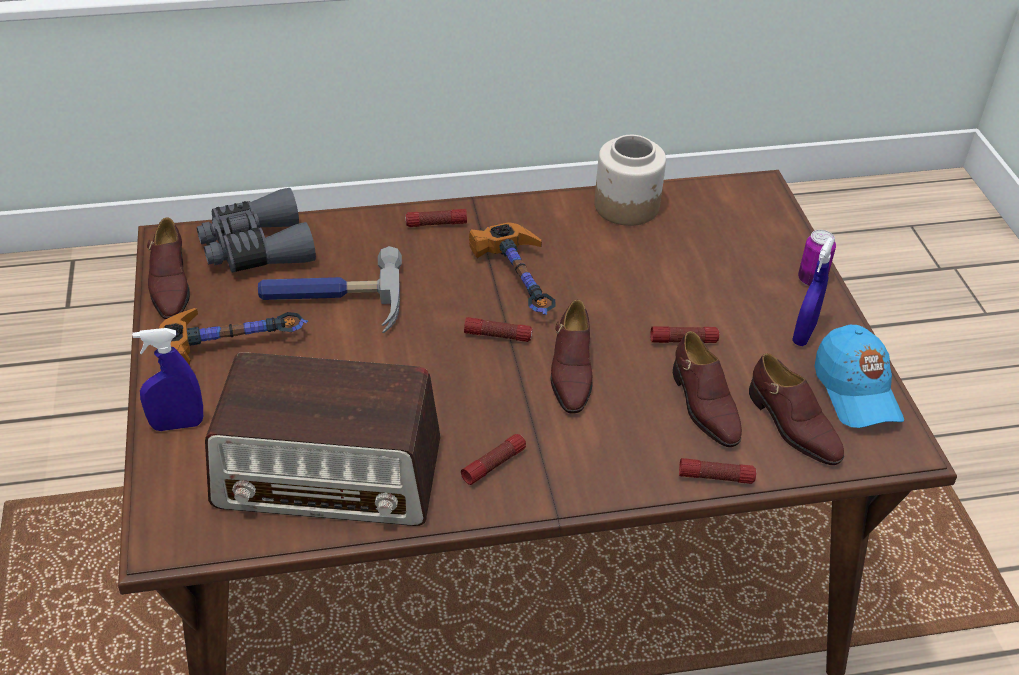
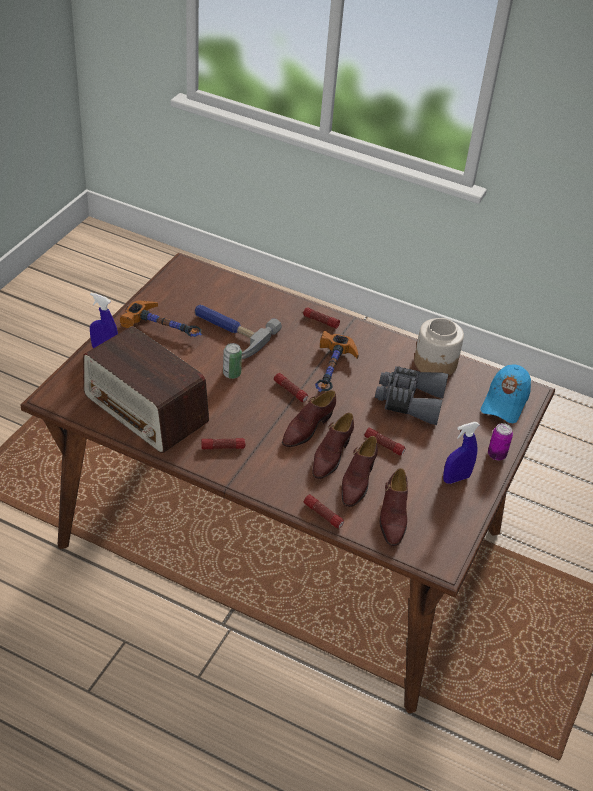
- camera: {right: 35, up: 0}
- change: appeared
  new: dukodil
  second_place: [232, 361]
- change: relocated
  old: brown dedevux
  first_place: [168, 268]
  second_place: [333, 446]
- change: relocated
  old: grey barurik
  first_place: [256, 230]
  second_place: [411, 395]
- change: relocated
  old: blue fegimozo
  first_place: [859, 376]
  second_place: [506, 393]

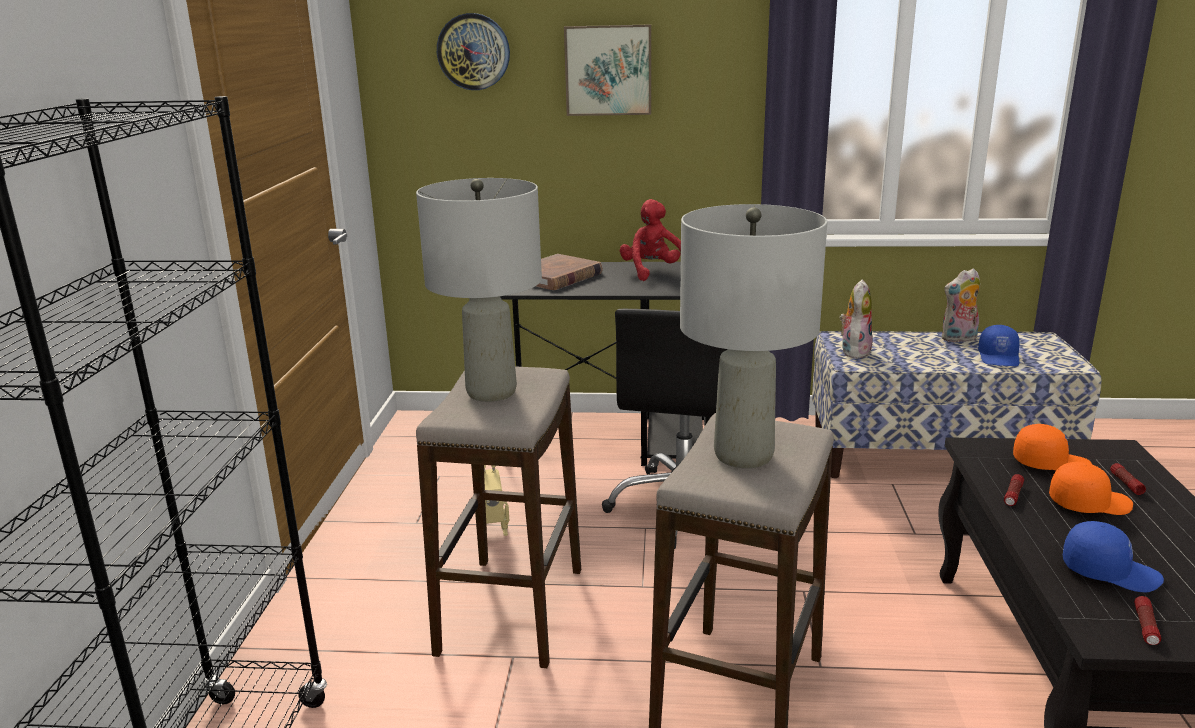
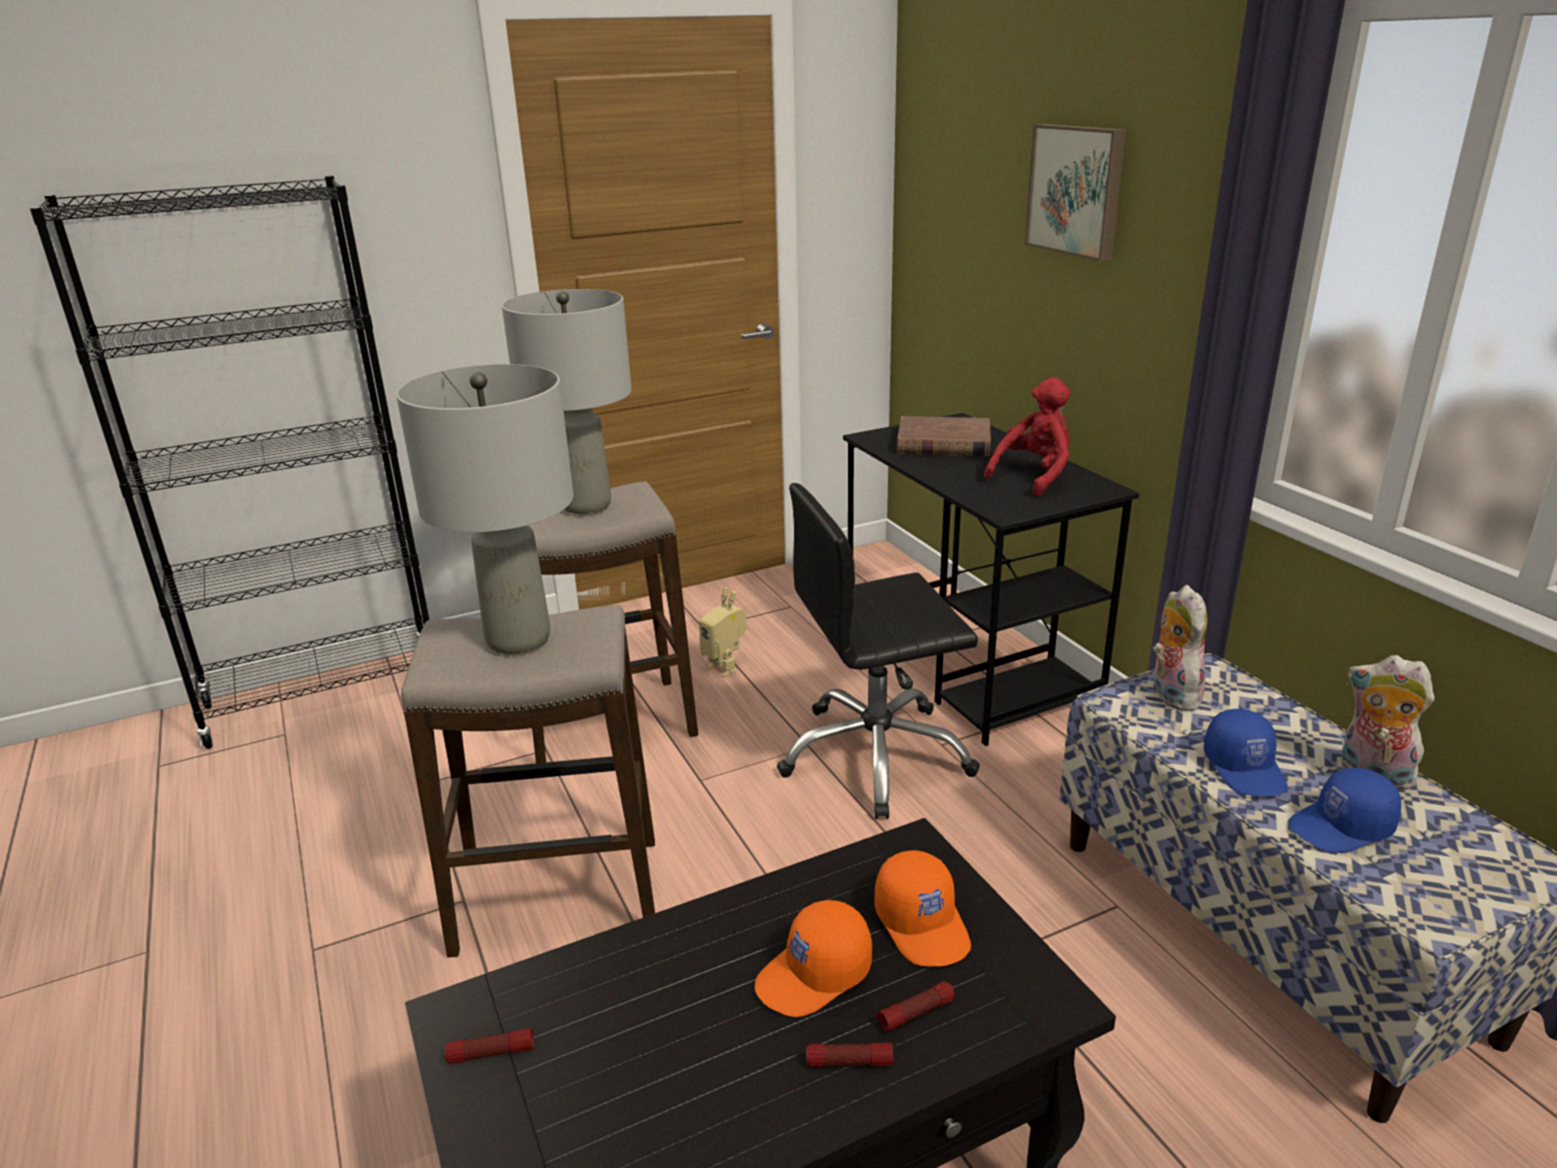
- camera: {right: 60, up: 5}
- change: spun
  old: orange fegimozo
  first_place: [1091, 488]
  second_place: [813, 958]
  degrees: 90
- change: relocated
  old: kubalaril
  first_place: [1014, 490]
  second_place: [849, 1055]
- change: spun
  old: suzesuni
  first_place: [856, 318]
  second_place: [1180, 648]
  degrees: -90
- change: relocated
  old: blue fegimozo
  first_place: [1113, 556]
  second_place: [1246, 752]
- change: missing
  old: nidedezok
  first_place: [473, 51]

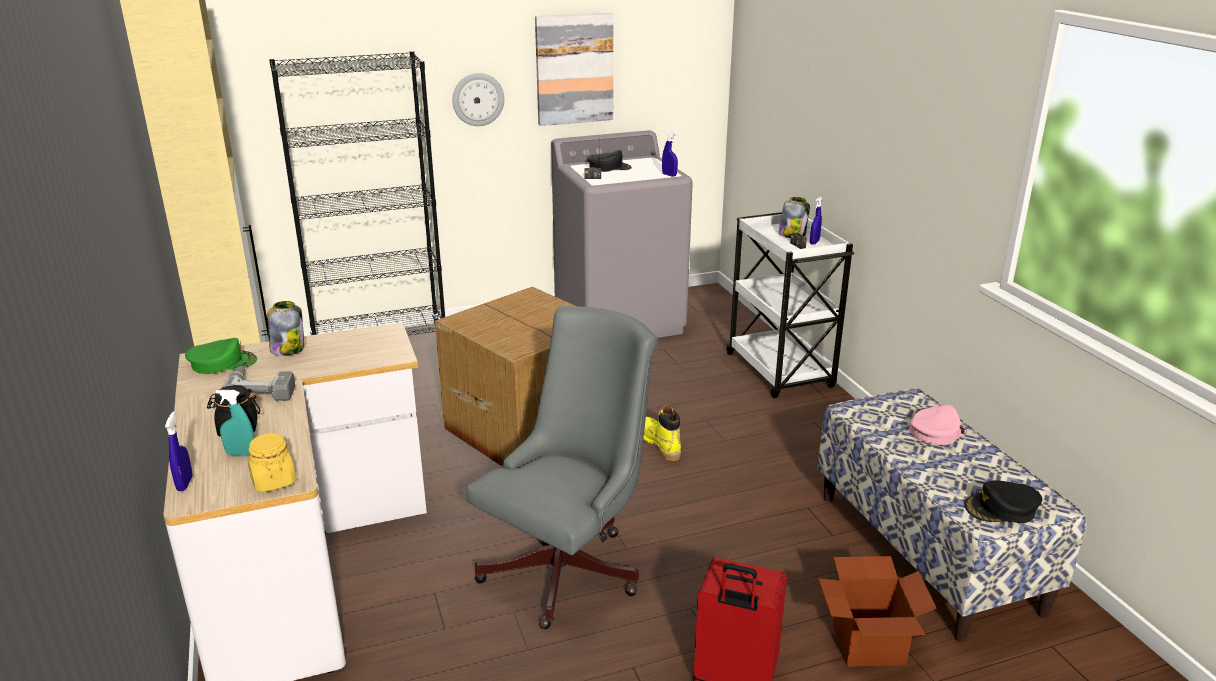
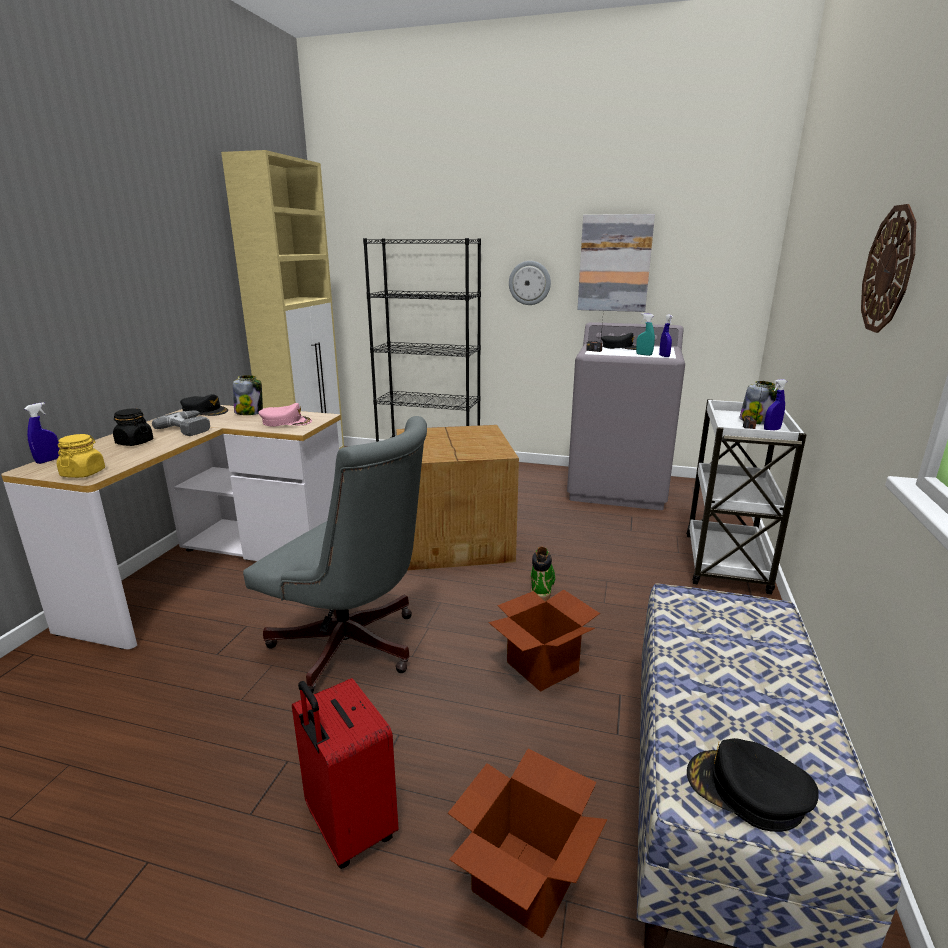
- camera: {right: 35, up: -5}
- change: colour
  old: green fegimozo
  new: black fegimozo
  first_place: [221, 356]
  second_place: [204, 405]
- change: spun
  old: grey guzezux
  first_place: [562, 467]
  second_place: [335, 554]
  degrees: 45
- change: relocated
  old: pink fegimozo
  first_place: [938, 425]
  second_place: [285, 415]
- change: appeared
  new: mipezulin
  second_place: [544, 640]
- change: colour
  old: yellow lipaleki
  new: green lipaleki
  first_place: [662, 433]
  second_place: [543, 574]
- change: relocated
  old: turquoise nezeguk
  first_place: [235, 422]
  second_place: [645, 334]
- change: appeared
  new: nidedezok
  second_place: [888, 268]

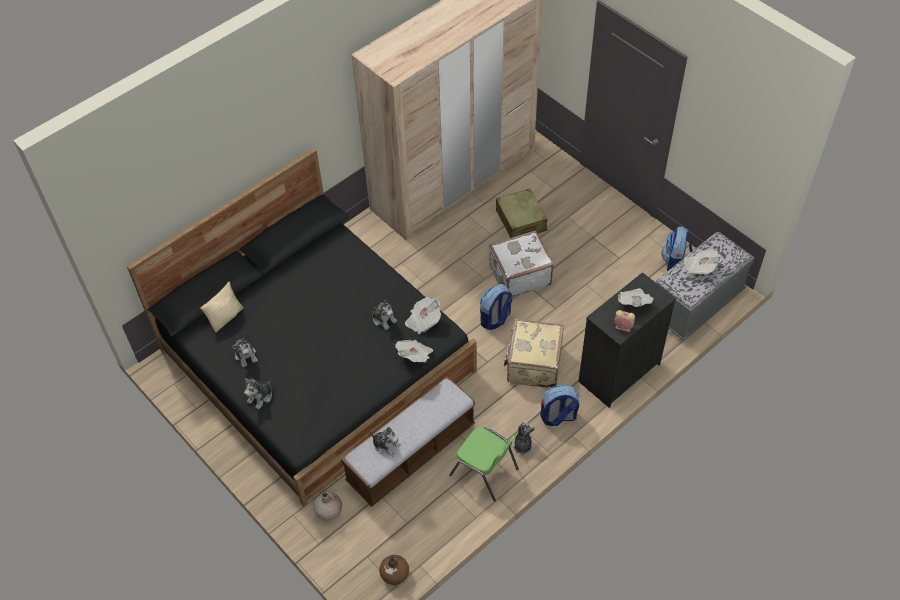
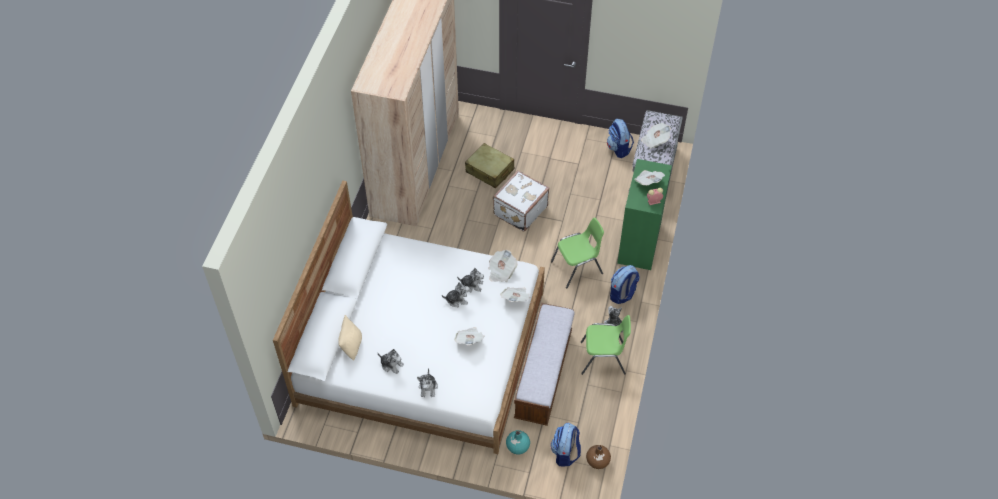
- camera: {right: -35, up: 0}
- change: colour
  old: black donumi
  new: white donumi
  first_place: [302, 327]
  second_place: [409, 317]
- change: relocated
  old: suzesuni
  first_place: [385, 441]
  second_place: [455, 294]
- change: appeared
  new: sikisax
  second_place: [469, 336]
- change: colour
  old: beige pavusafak
  new: turquoise pavusafak
  first_place: [327, 506]
  second_place: [518, 442]
- change: exchanged
  old: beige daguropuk
  new: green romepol
  first_place: [534, 353]
  second_place: [577, 253]
- change: relocated
  old: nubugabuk
  first_place: [496, 307]
  second_place: [566, 444]
- change: colour
  old: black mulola
  new: green mulola
  first_place: [627, 340]
  second_place: [644, 214]

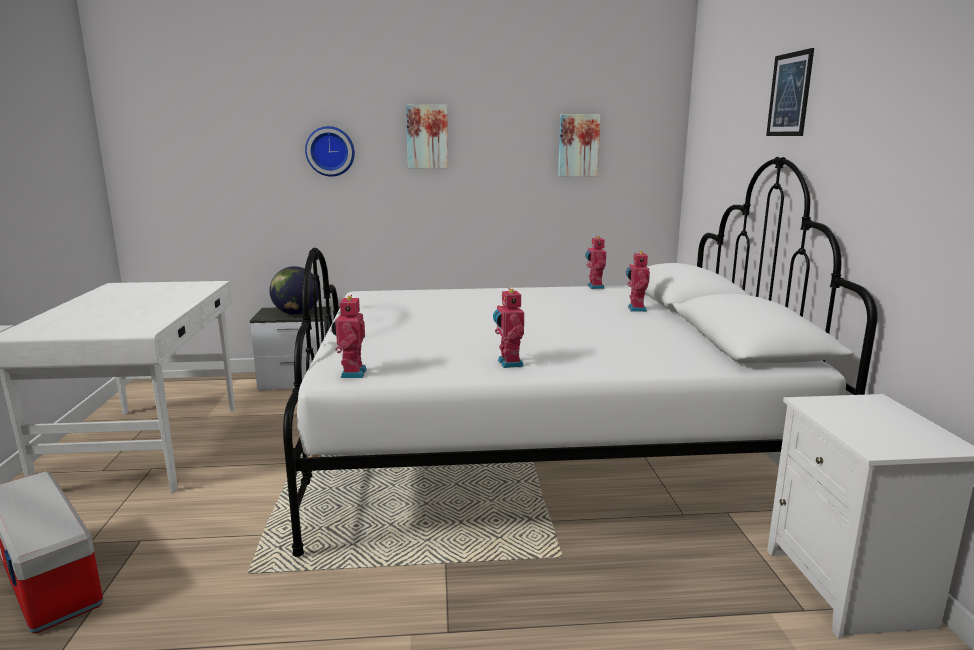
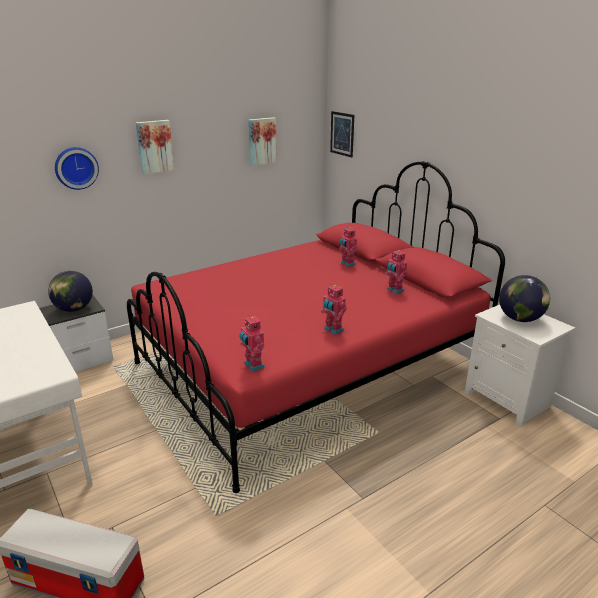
- camera: {right: -30, up: 10}
- change: colour
  old: white donumi
  new: red donumi
  first_place: [580, 357]
  second_place: [316, 327]
- change: relocated
  old: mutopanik
  first_place: [790, 92]
  second_place: [342, 134]
- change: relocated
  old: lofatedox
  first_place: [595, 262]
  second_place: [396, 272]
- change: appeared
  new: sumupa
  second_place: [524, 298]

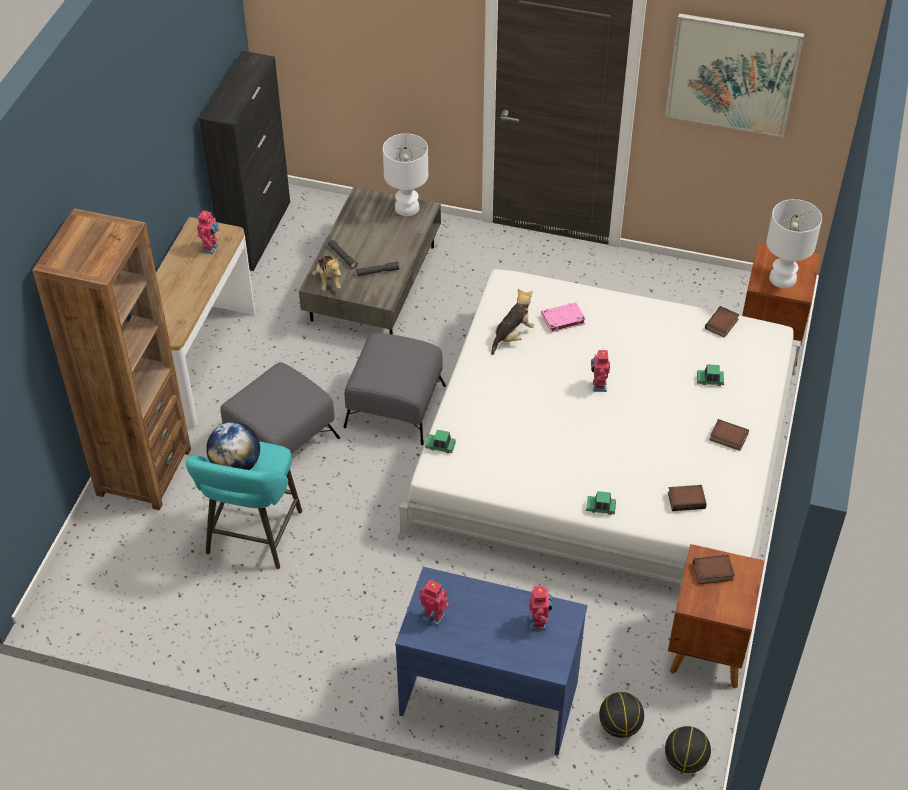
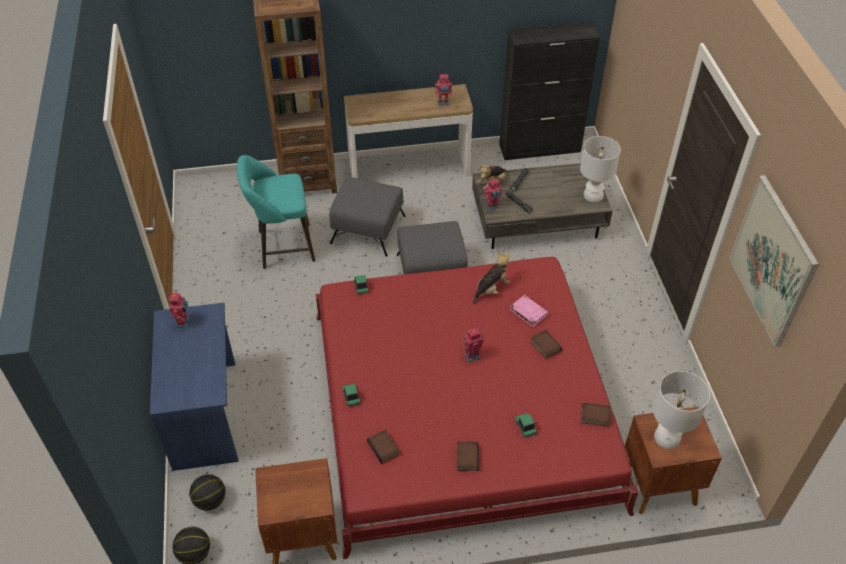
- camera: {right: 65, up: 0}
- change: colour
  old: white donumi
  new: red donumi
  first_place: [599, 426]
  second_place: [477, 408]
- change: spun
  old: suzesuni
  first_place: [512, 322]
  second_place: [491, 278]
  degrees: -60
- change: relocated
  old: lofatedox
  first_place: [540, 607]
  second_place: [493, 194]
- change: relocated
  old: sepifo
  first_place: [714, 569]
  second_place: [546, 344]
- change: missing
  old: sumupa
  first_place: [233, 446]

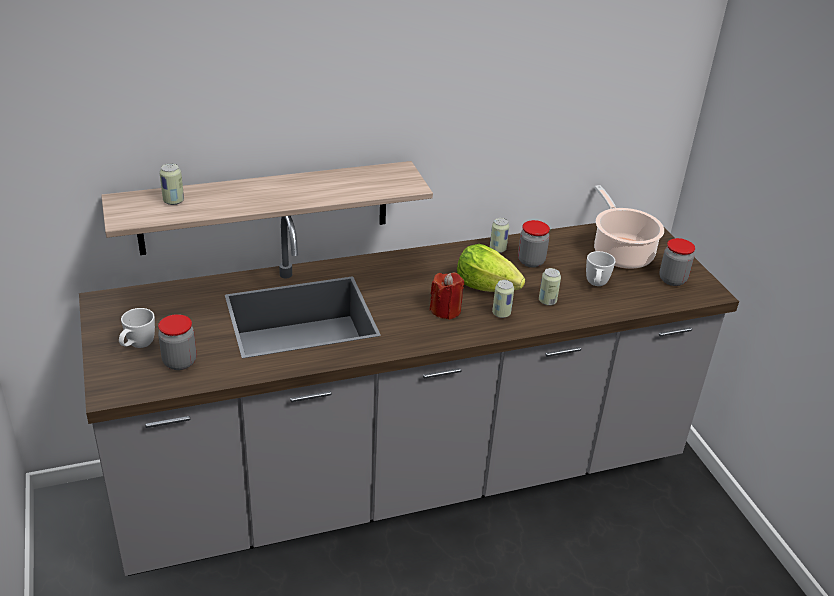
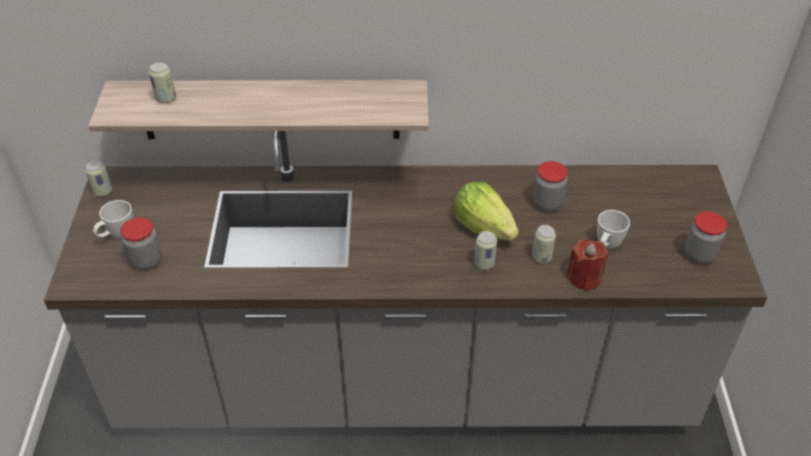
- camera: {right: 20, up: 10}
- change: relocated
  old: dukodil
  first_place: [499, 235]
  second_place: [98, 178]
- change: relocated
  old: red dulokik
  first_place: [447, 296]
  second_place: [588, 265]
- change: missing
  old: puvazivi
  first_place: [629, 227]

